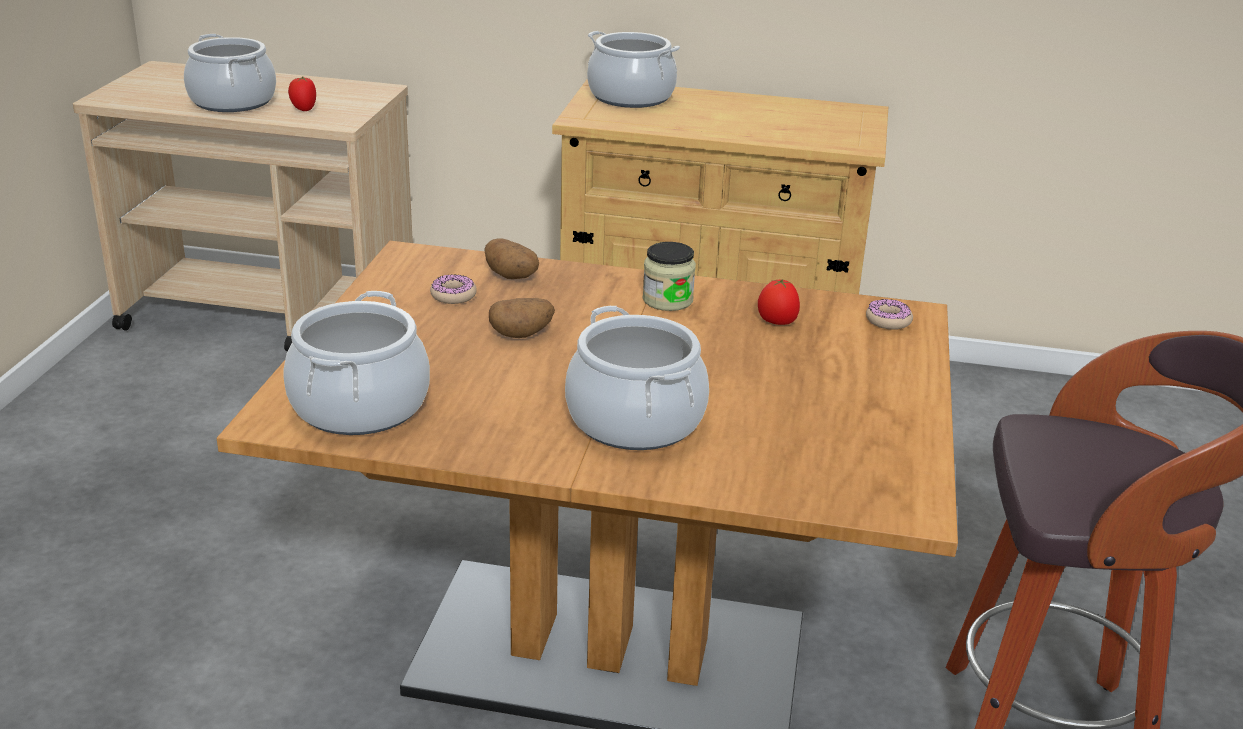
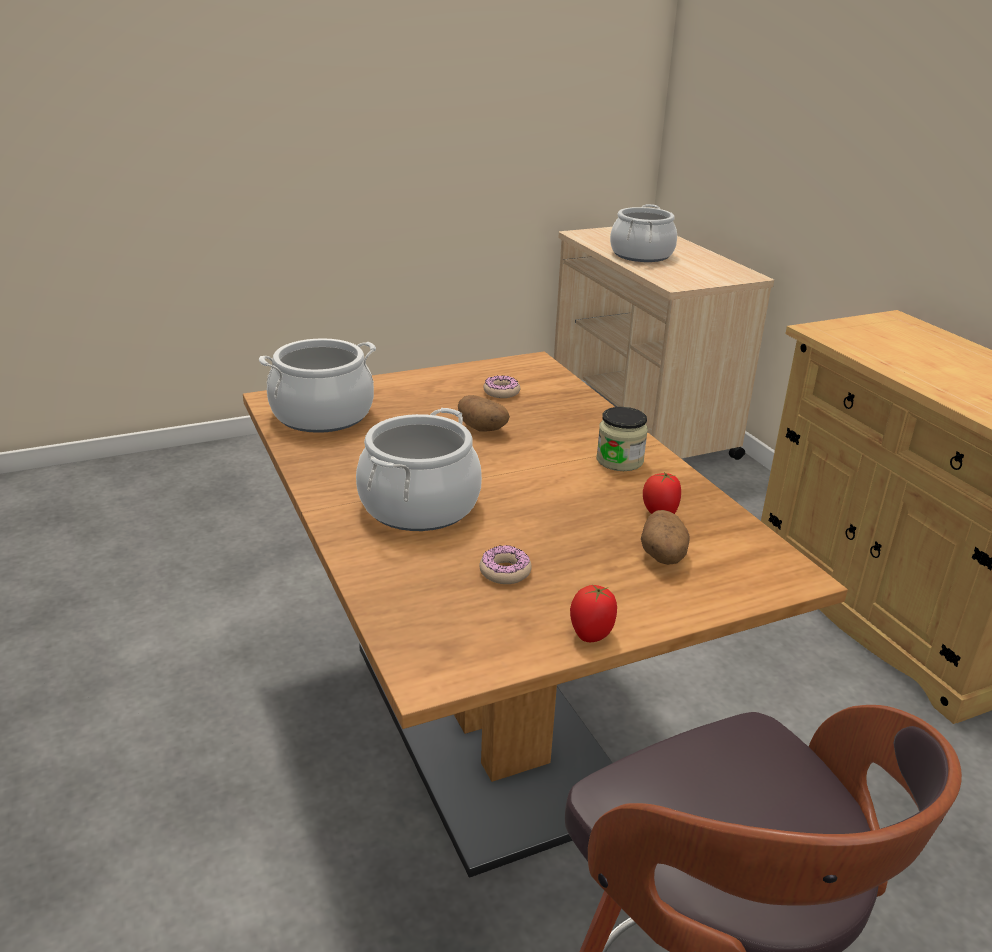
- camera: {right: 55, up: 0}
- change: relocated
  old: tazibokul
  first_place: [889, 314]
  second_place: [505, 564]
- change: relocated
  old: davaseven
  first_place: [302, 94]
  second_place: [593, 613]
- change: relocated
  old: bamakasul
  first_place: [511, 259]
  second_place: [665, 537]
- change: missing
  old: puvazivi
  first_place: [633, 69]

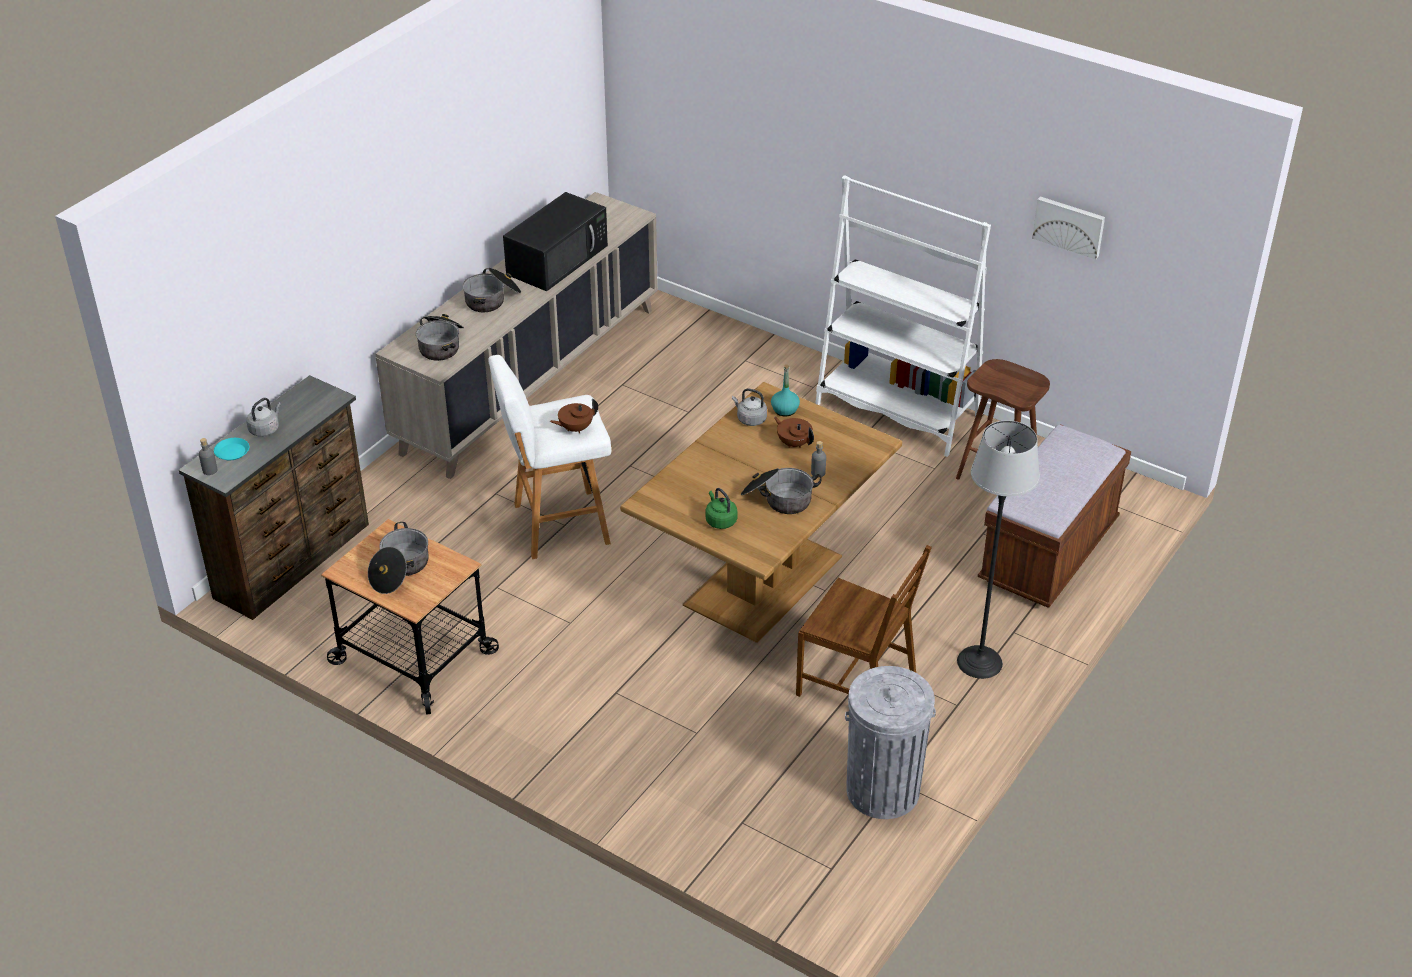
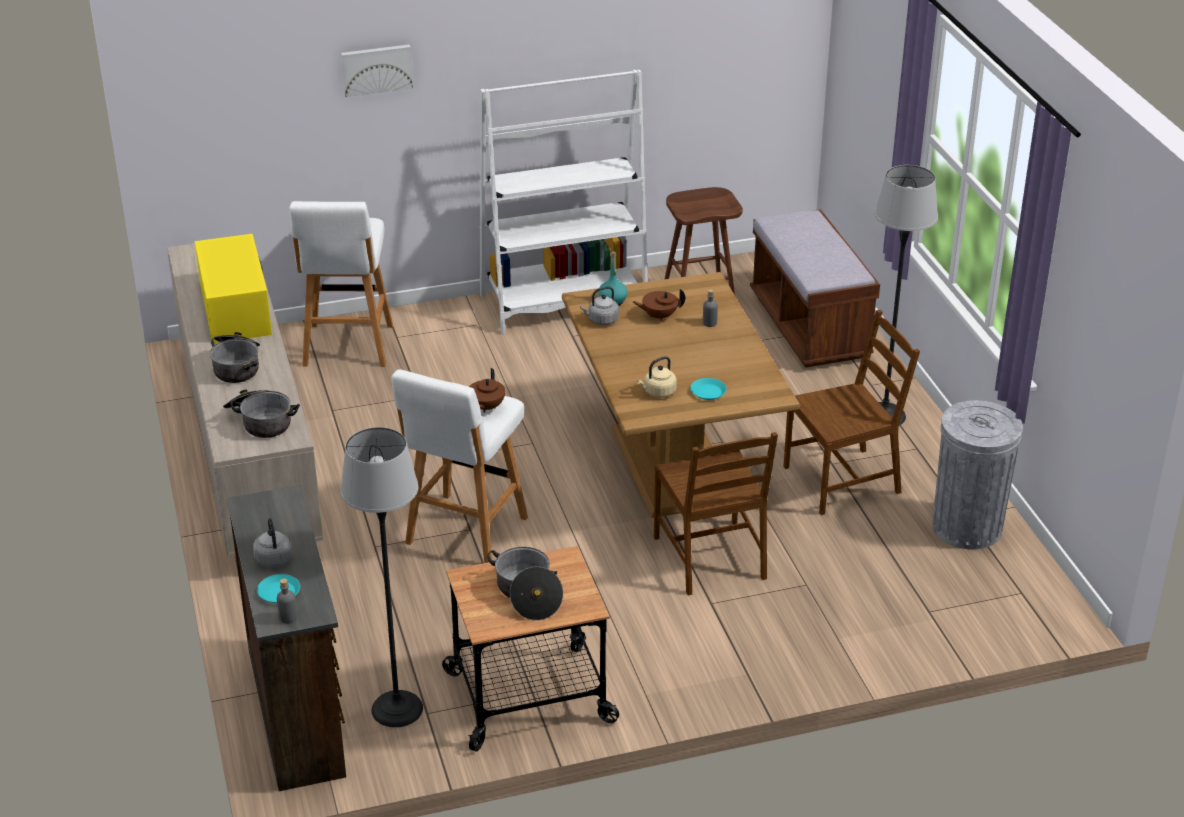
- camera: {right: -50, up: -5}
- change: colour
  old: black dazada
  new: yellow dazada
  first_place: [555, 241]
  second_place: [233, 288]
- change: appeared
  new: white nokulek
  second_place: [341, 284]
- change: appeared
  new: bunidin
  second_place: [381, 577]
- change: relocated
  old: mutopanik
  first_place: [1068, 228]
  second_place: [377, 71]
- change: appeared
  new: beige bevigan
  second_place: [657, 377]
- change: appeared
  new: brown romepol
  second_place: [716, 513]
- change: exchanged
  old: green bevigan
  new: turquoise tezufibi
  first_place: [722, 508]
  second_place: [708, 389]
- change: missing
  old: puvazivi
  first_place: [781, 491]

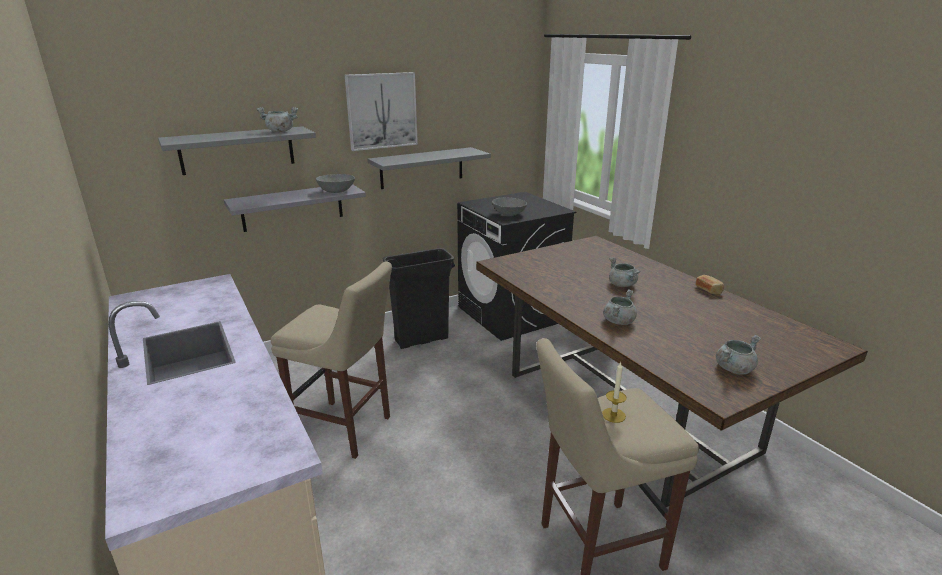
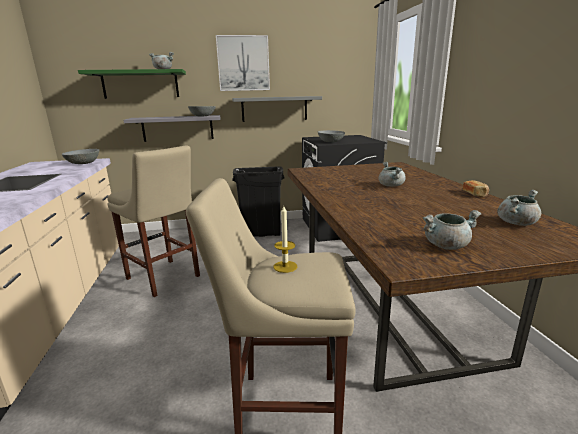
- camera: {right: 20, up: -5}
- change: appeared
  new: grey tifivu
  second_place: [80, 156]
- change: colour
  old: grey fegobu
  new: green fegobu
  first_place: [237, 150]
  second_place: [132, 84]
- change: relocated
  old: grey puvazivi
  first_place: [620, 307]
  second_place: [519, 208]

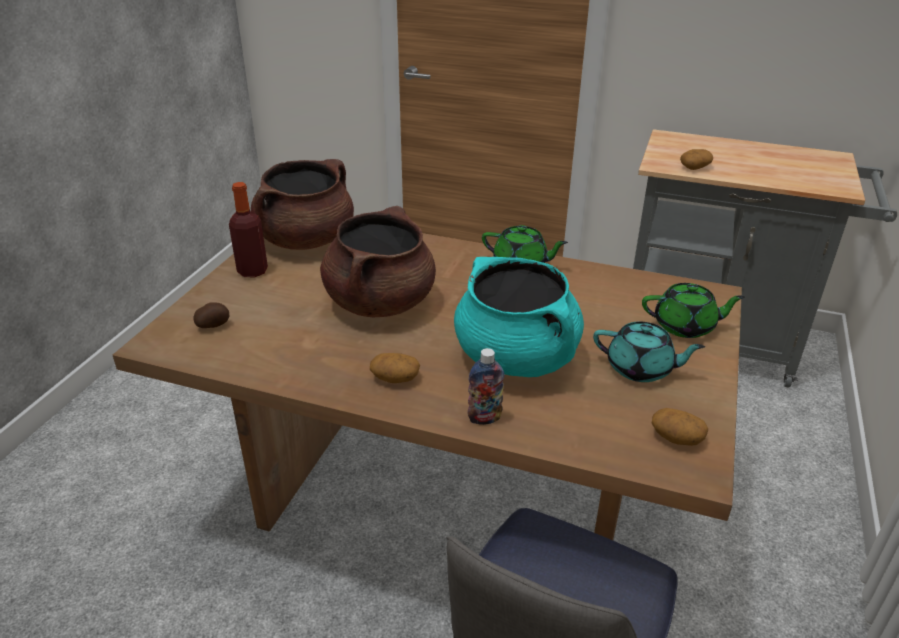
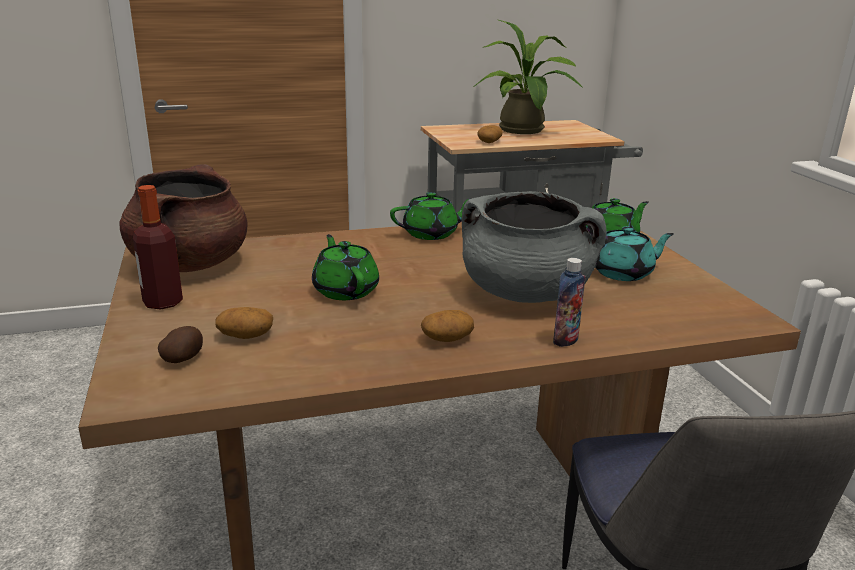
- camera: {right: -35, up: -10}
- change: relocated
  old: bamakasul
  first_place: [679, 427]
  second_place: [244, 323]
- change: exchanged
  old: brown puvazivi
  new: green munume
  first_place: [378, 261]
  second_place: [345, 267]
- change: colour
  old: turquoise puvazivi
  new: grey puvazivi
  first_place: [519, 317]
  second_place: [534, 247]
- change: appeared
  new: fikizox
  second_place: [528, 77]

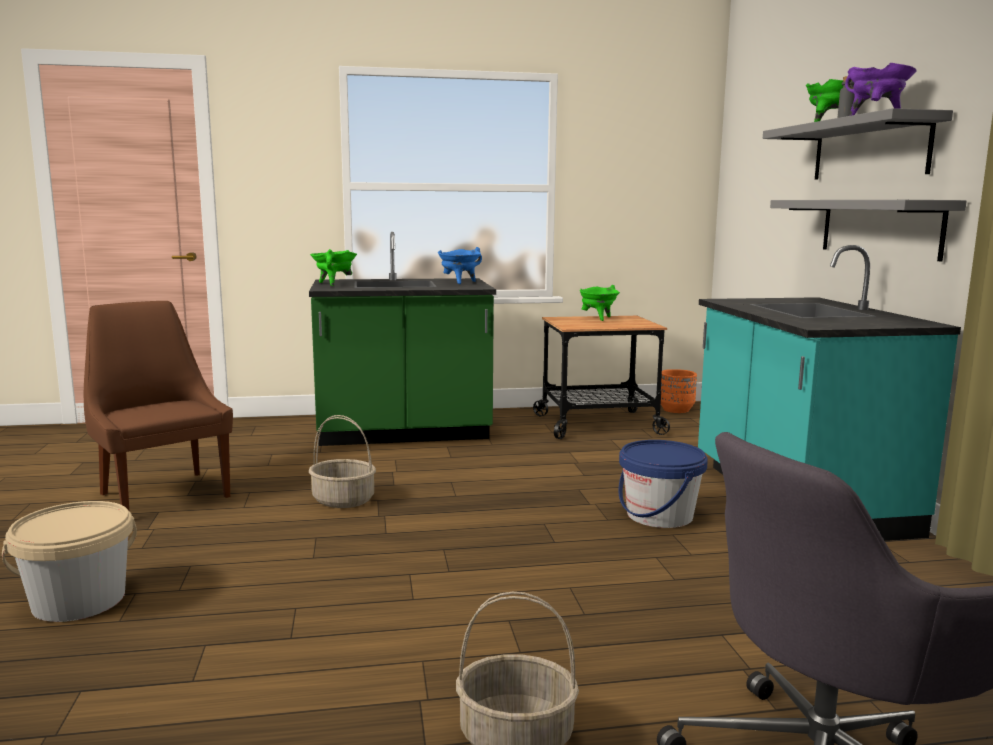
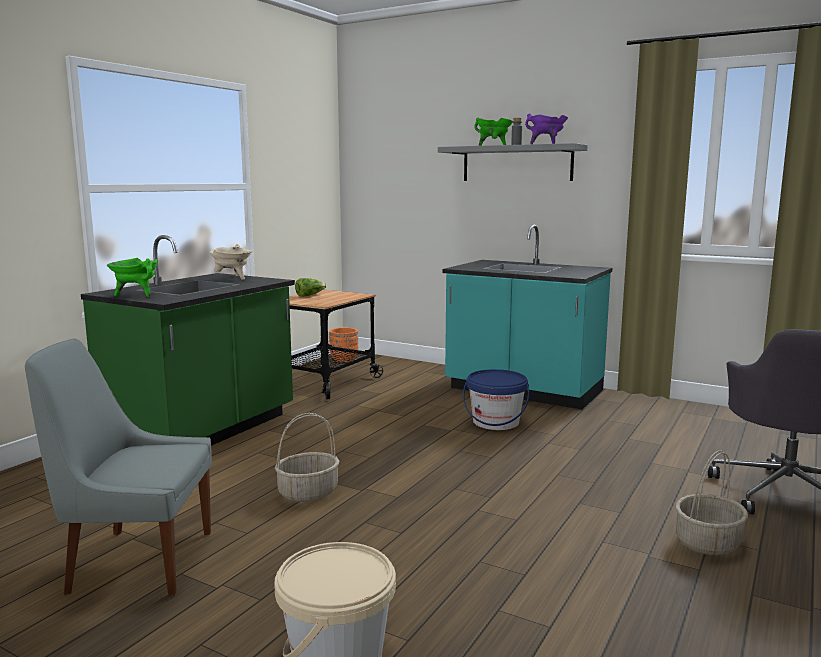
- camera: {right: -50, up: 0}
- change: colour
  old: brown romepol
  new: grey romepol
  first_place: [158, 405]
  second_place: [118, 467]
- change: colour
  old: blue puvazivi
  new: beige puvazivi
  first_place: [460, 265]
  second_place: [230, 262]
- change: exchanged
  old: green puvazivi
  new: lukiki
  first_place: [600, 303]
  second_place: [310, 287]
- change: missing
  old: grey fegobu
  first_place: [868, 231]

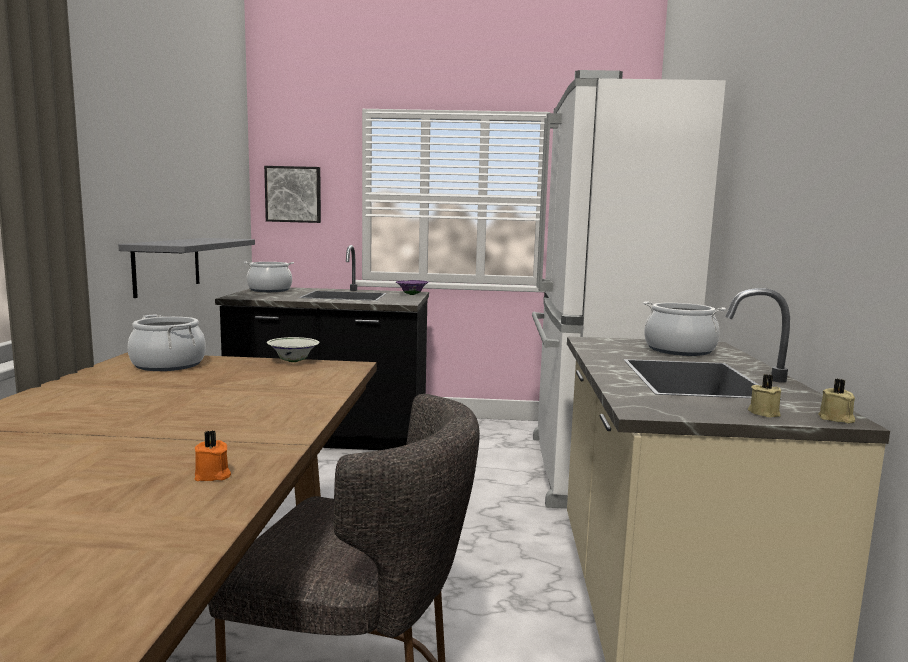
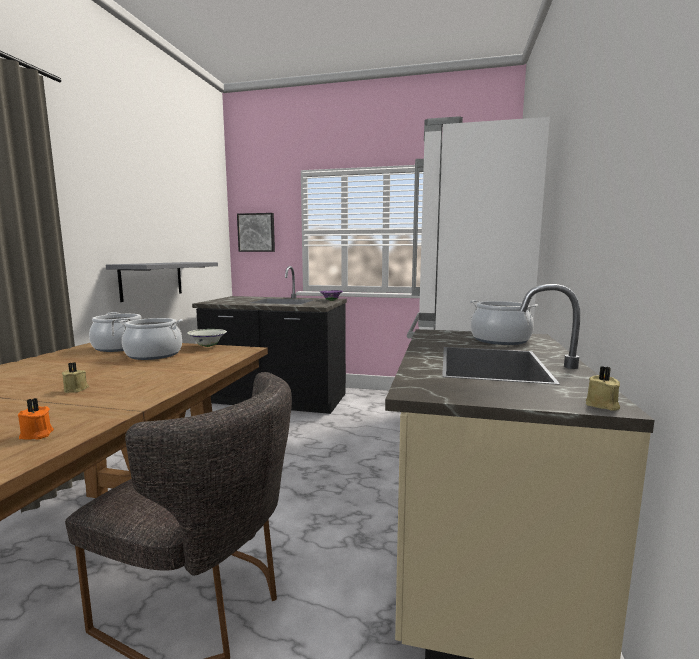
- camera: {right: 10, up: 0}
- change: relocated
  old: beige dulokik
  first_place: [764, 395]
  second_place: [75, 377]
- change: relocated
  old: puvazivi
  first_place: [269, 277]
  second_place: [151, 339]

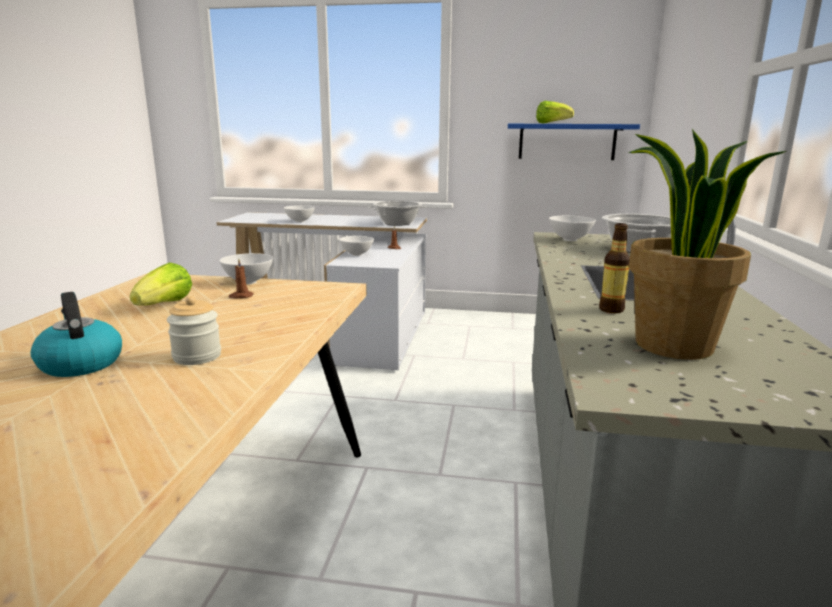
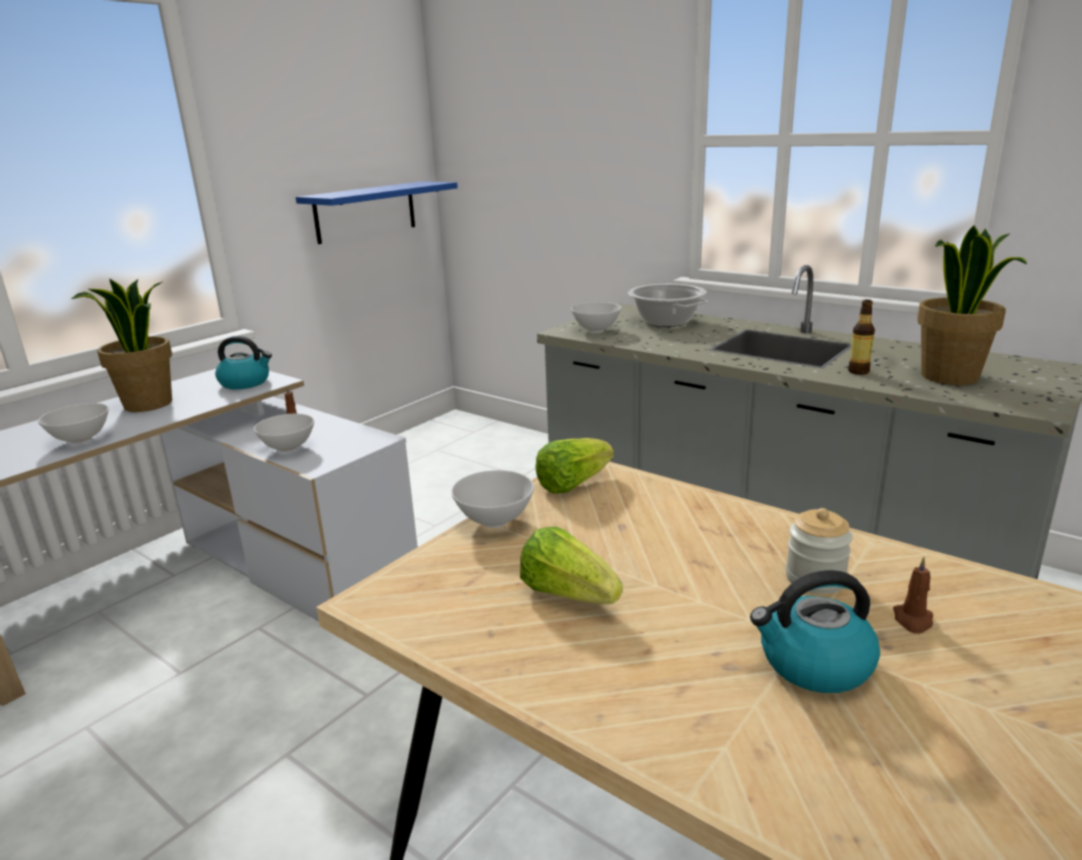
- camera: {right: -60, up: 5}
- change: appeared
  new: fikizox
  second_place: [121, 345]
- change: exchanged
  old: puvazivi
  new: bevigan
  first_place: [397, 213]
  second_place: [243, 362]
- change: relocated
  old: lukiki
  first_place: [555, 112]
  second_place: [574, 466]
- change: relocated
  old: brown dulokik
  first_place: [241, 278]
  second_place: [913, 595]

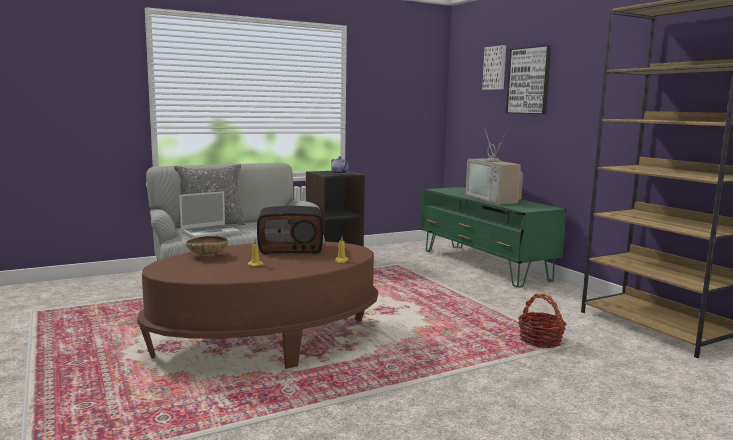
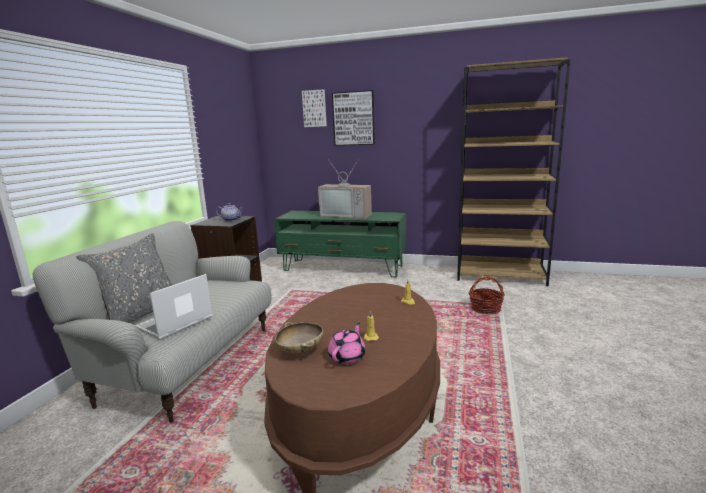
- camera: {right: -45, up: 5}
- change: spun
  old: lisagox
  first_place: [209, 214]
  second_place: [174, 307]
  degrees: -150
- change: appeared
  new: pink munume
  second_place: [347, 343]
- change: missing
  old: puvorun
  first_place: [290, 230]

